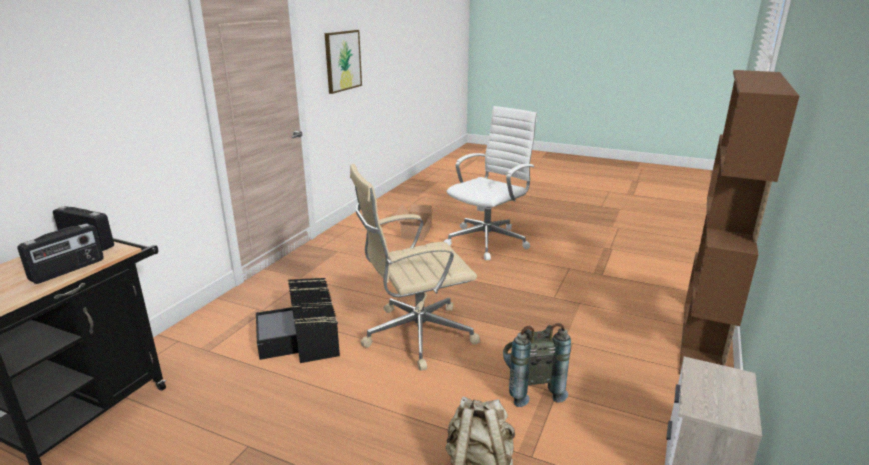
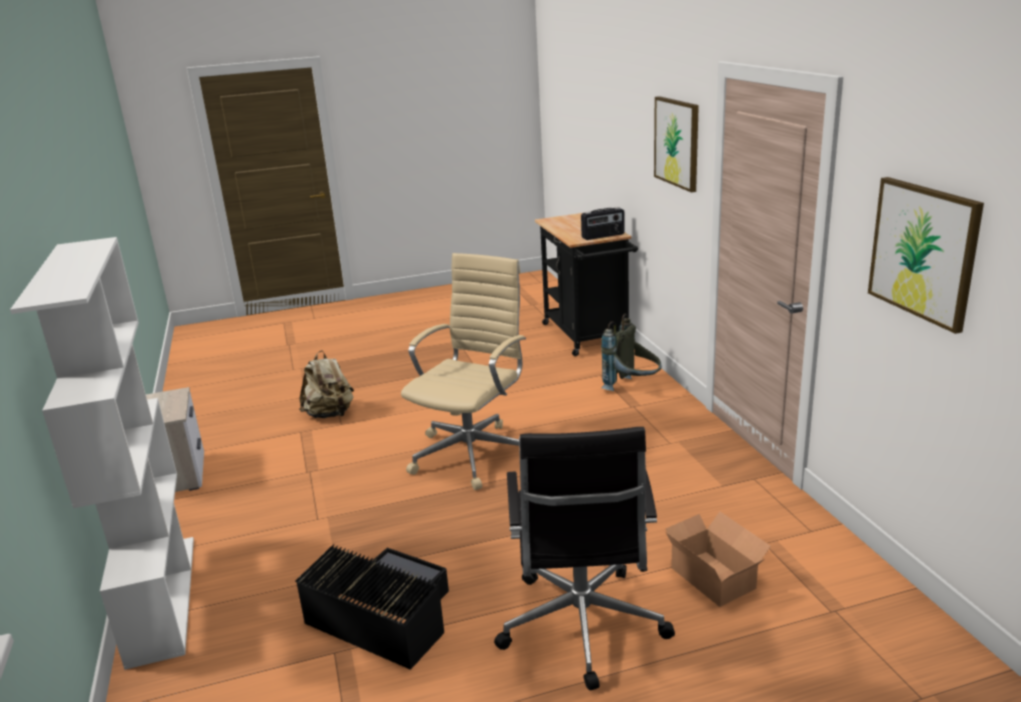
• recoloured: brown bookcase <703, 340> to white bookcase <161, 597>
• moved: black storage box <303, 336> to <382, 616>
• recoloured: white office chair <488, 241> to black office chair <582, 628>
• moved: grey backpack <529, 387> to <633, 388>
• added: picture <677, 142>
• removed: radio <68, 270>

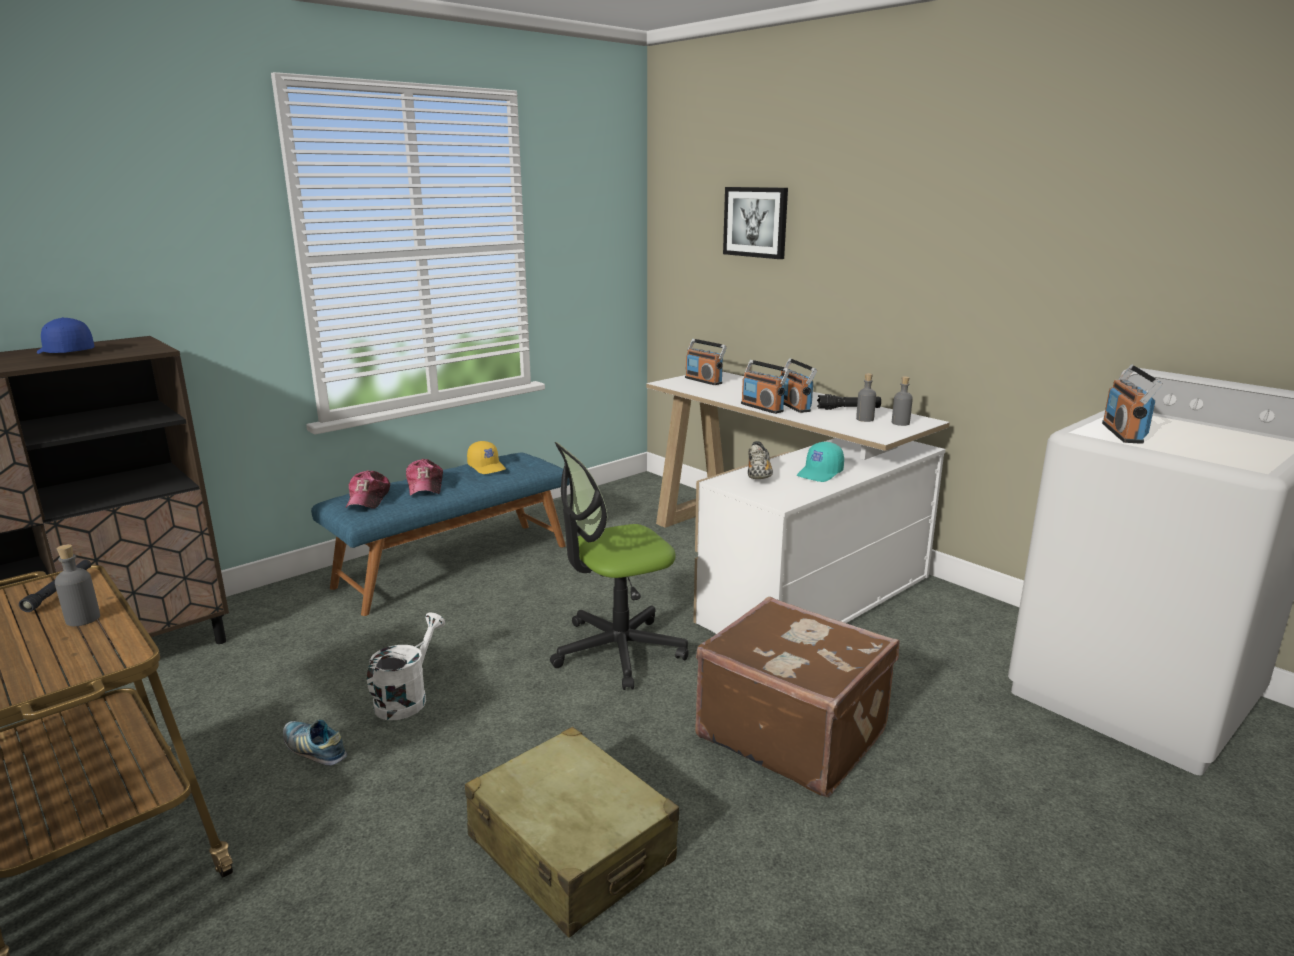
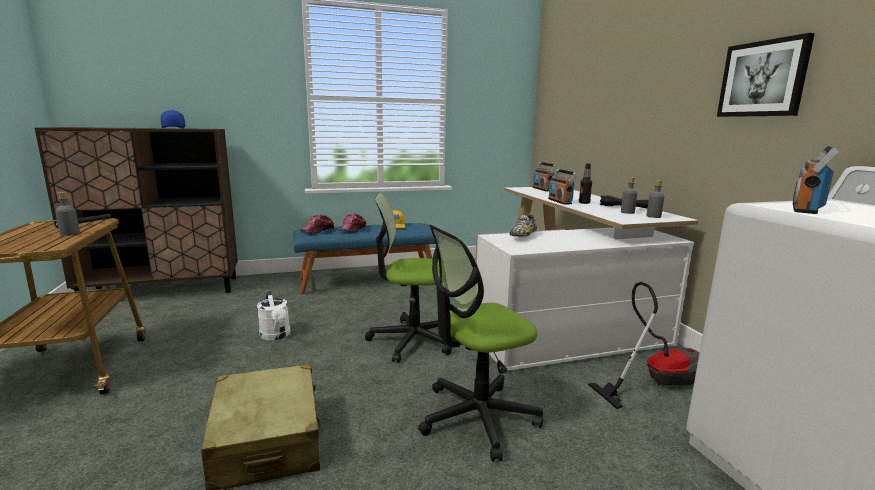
• turned: white watering can <406, 698> = <276, 336> 105 degrees clockwise
• replaced: brown suitcase <792, 732> to office chair <477, 417>
• replaced: radio <794, 406> to bottle <584, 203>
• added: vacuum cleaner <657, 381>
• moved: picture <756, 222> to <763, 79>
• removed: shoe <314, 749>
• removed: turquoise cap <820, 474>

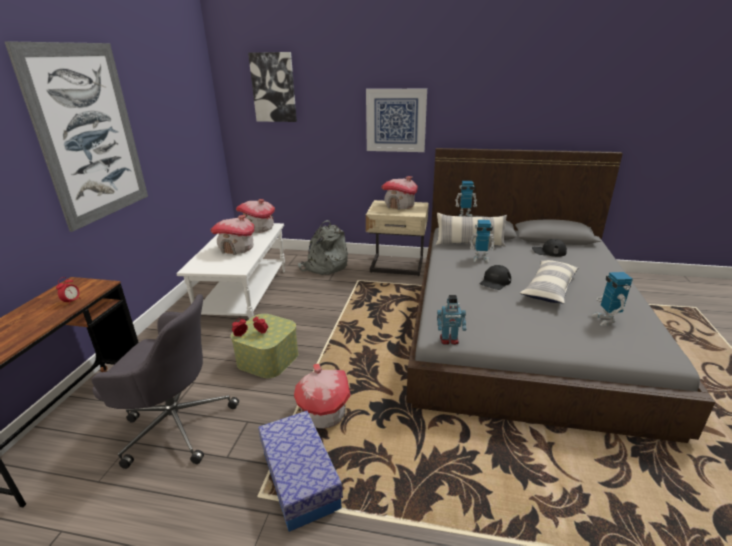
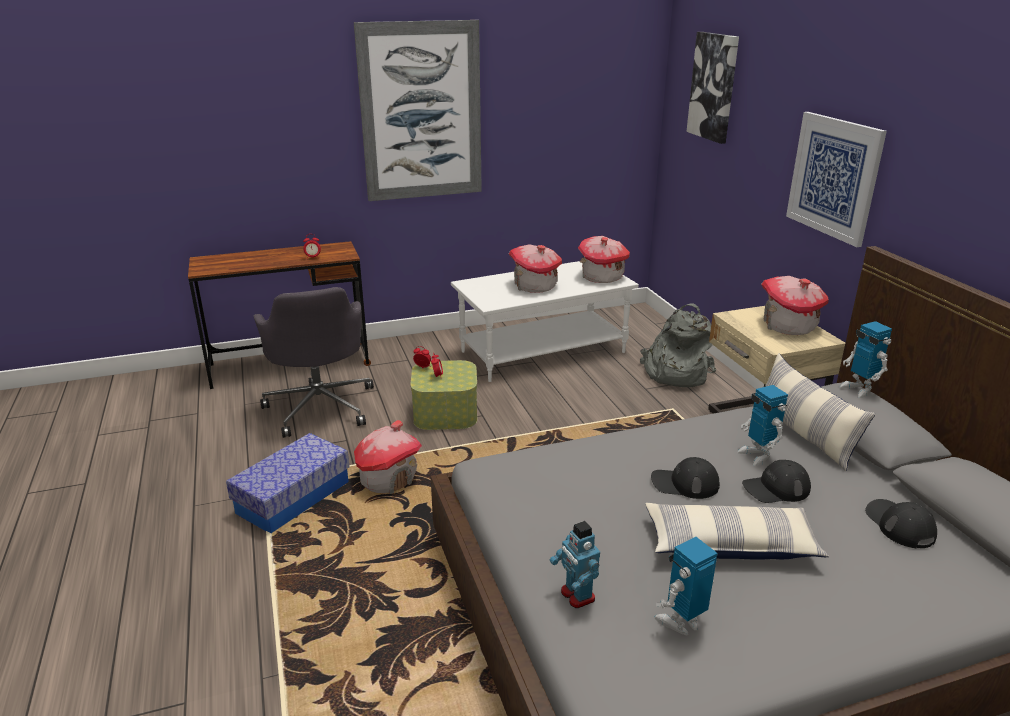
• moved: toy robot <449, 340> to <577, 595>
• added: black cap <776, 488>

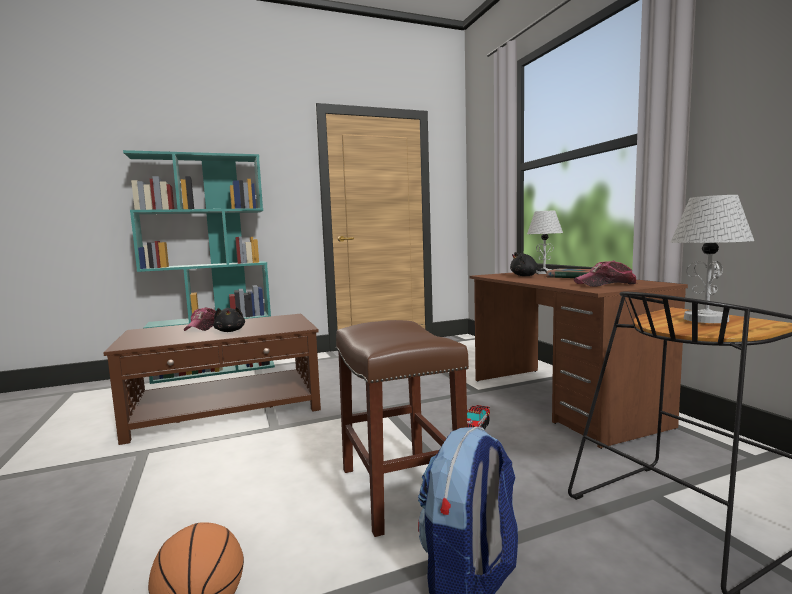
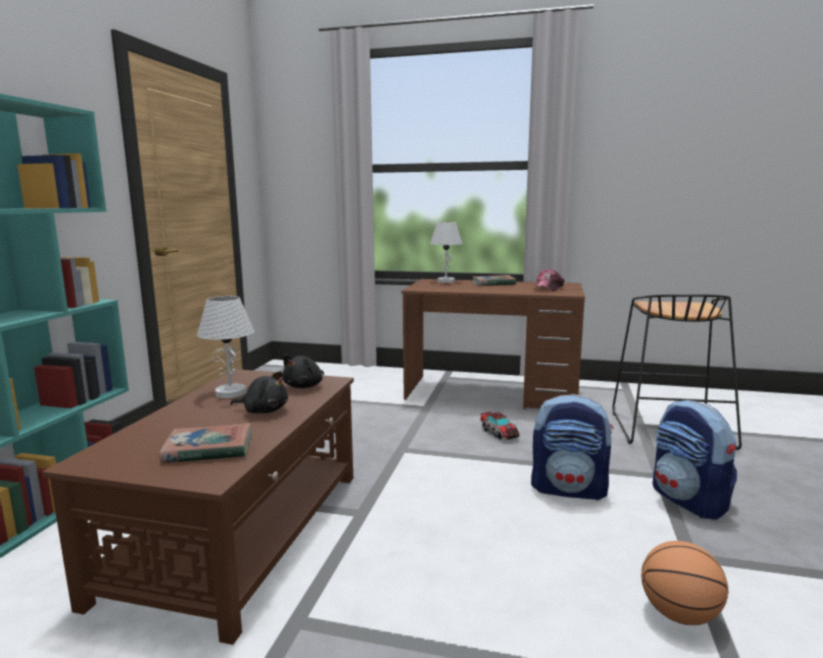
• added: book <208, 449>
• moved: white table lamp <706, 319> to <231, 393>
• moved: black plush toy <526, 276> to <304, 386>
• replaced: brown stool <402, 490> to backpack <569, 489>
• removed: cap <204, 327>

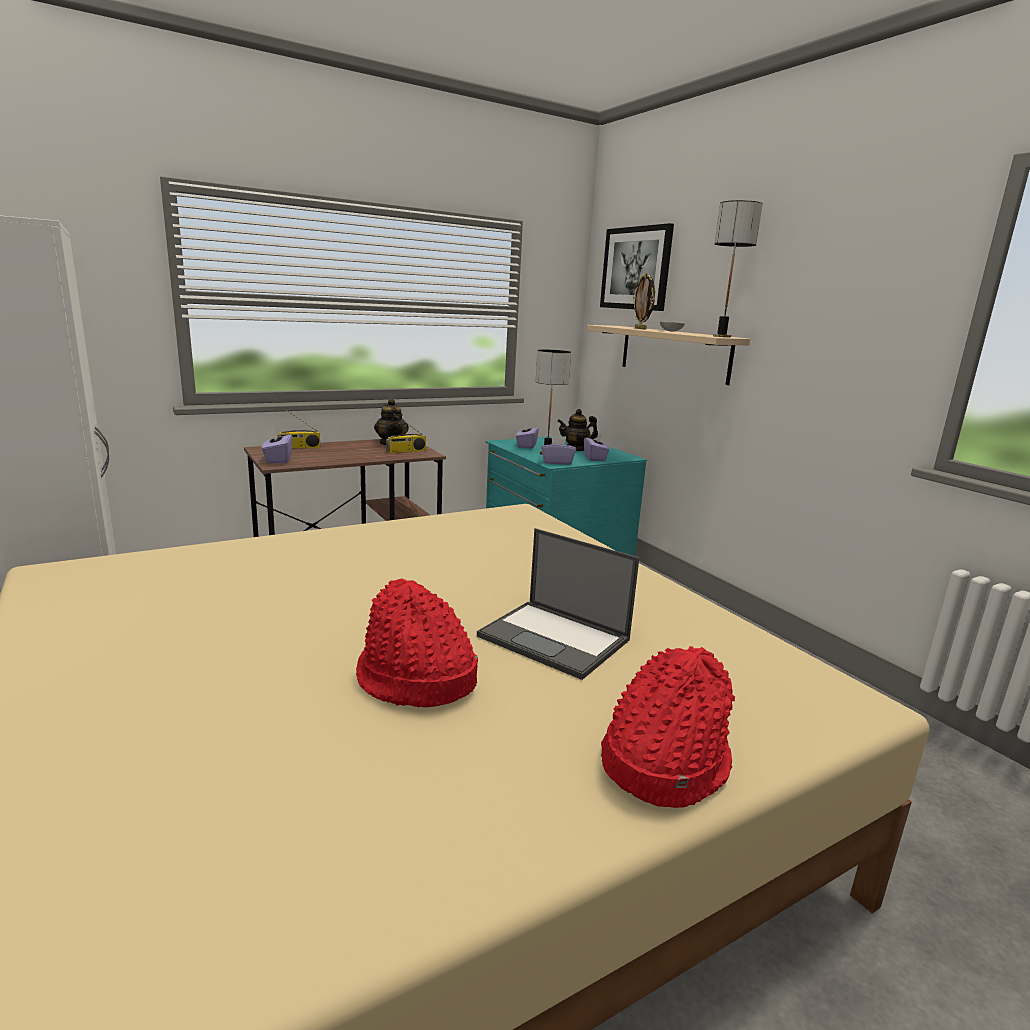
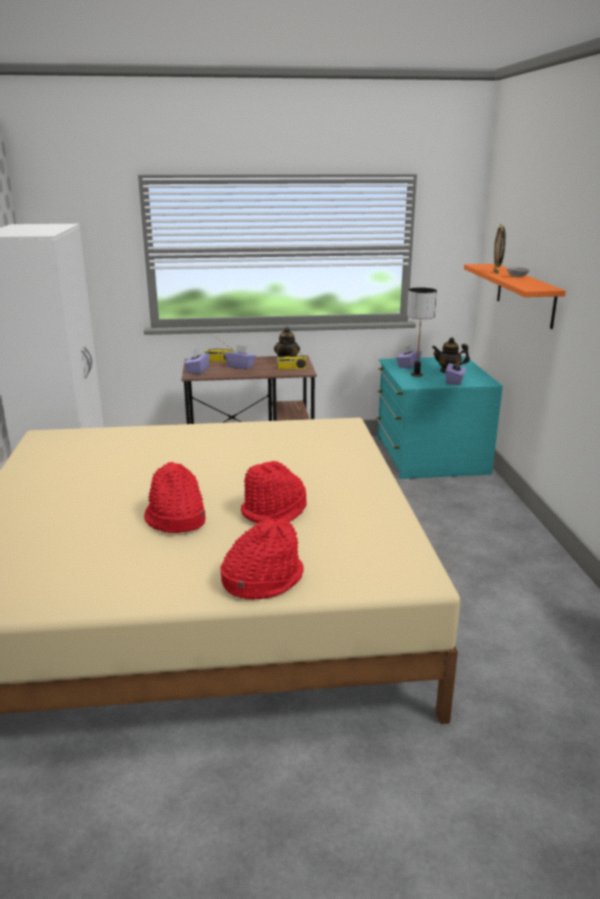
• moved: purple tissue box <557, 462> to <241, 366>
• replaced: laptop <555, 638> to red hat <274, 511>
• recoloured: beige shelf <674, 353> to orange shelf <525, 294>
• removed: picture <636, 268>
• removed: table lamp <722, 336>

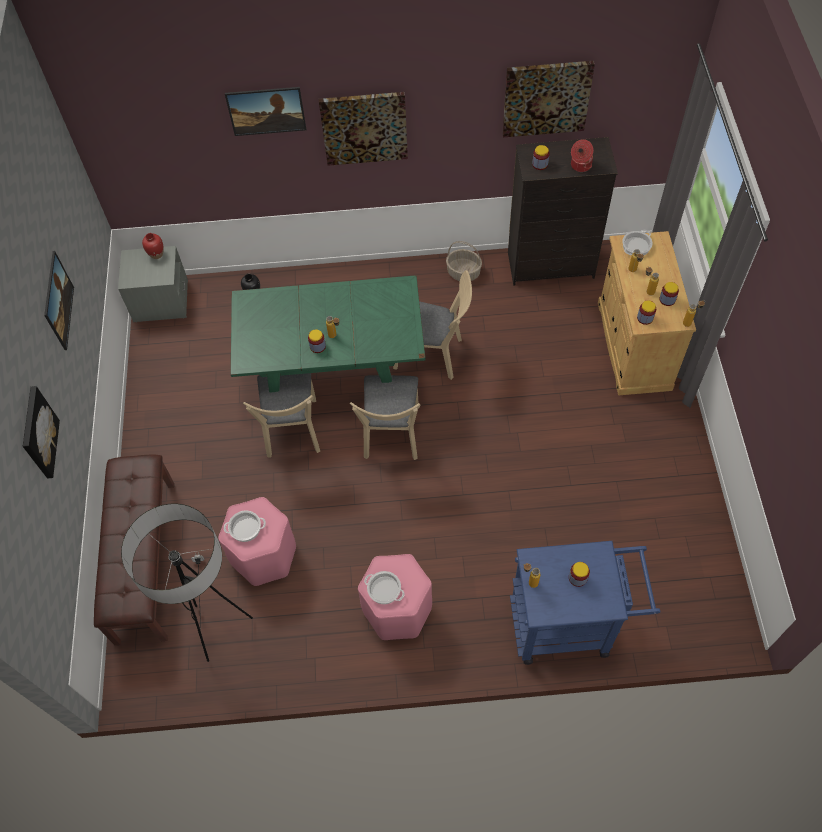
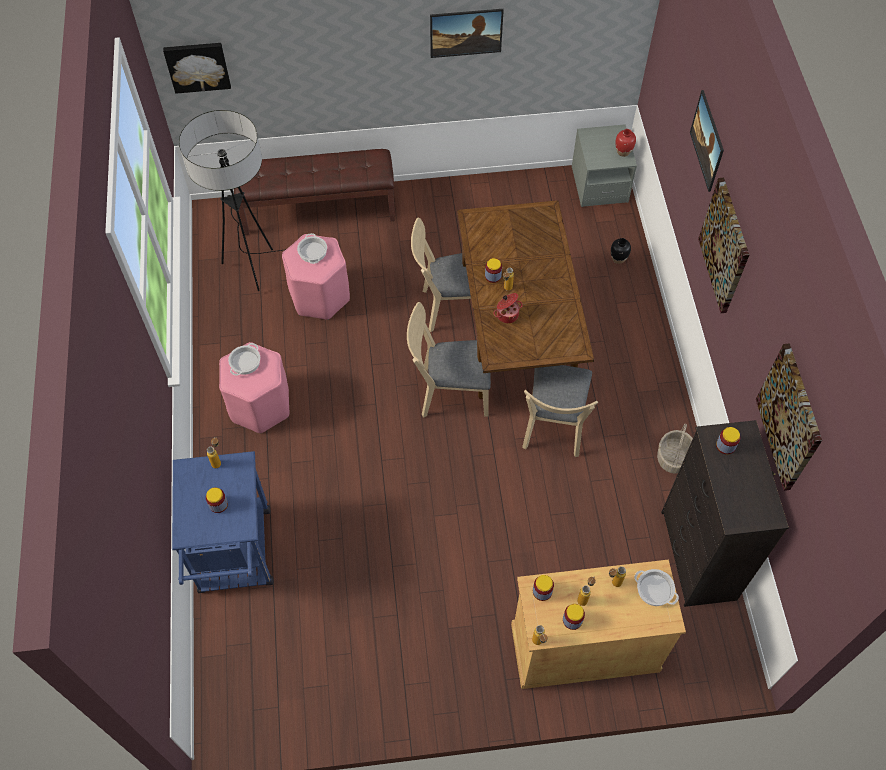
• moved: picture <38, 433> to <197, 66>
• recoloured: green dining table <335, 379> to brown dining table <516, 339>
• moved: cooking pot <580, 165> to <507, 314>

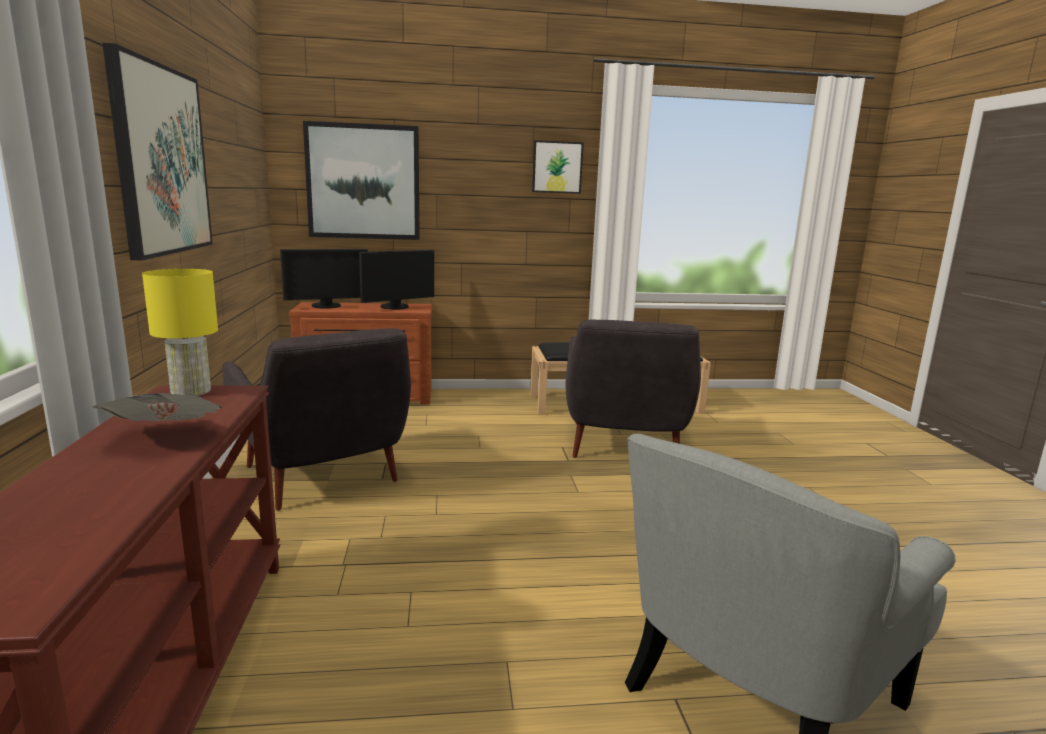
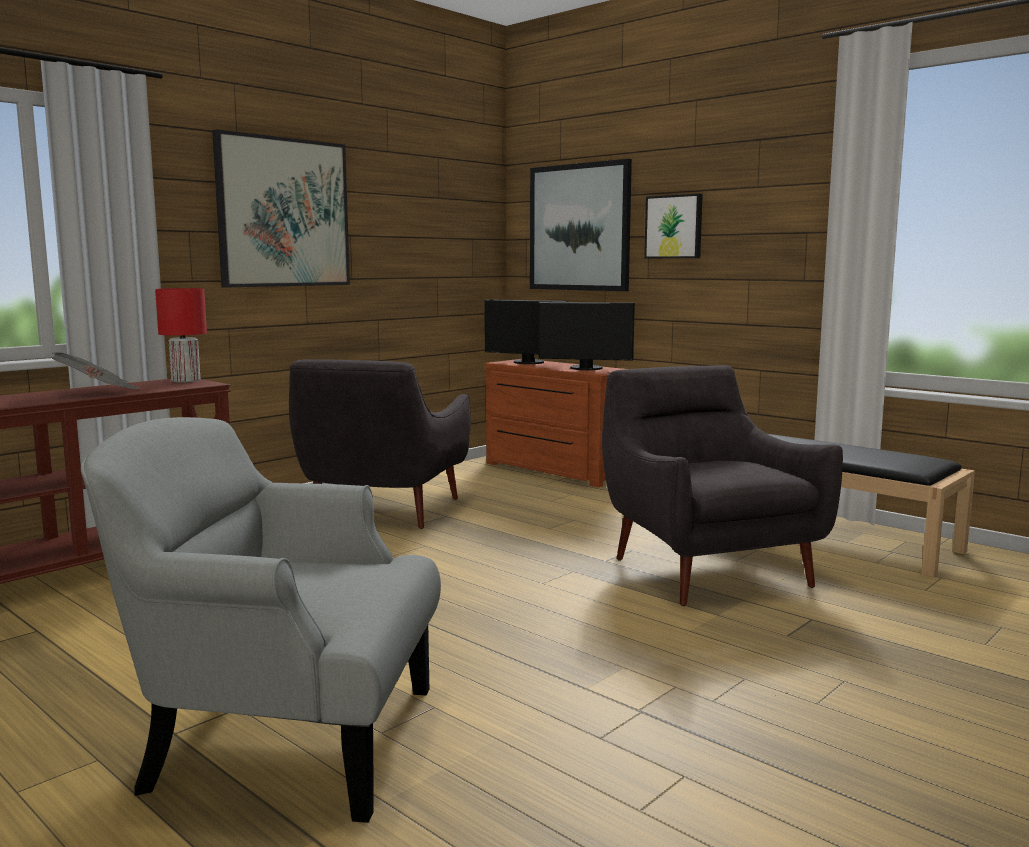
• recoloured: yellow table lamp <192, 392> to red table lamp <185, 380>
• turned: grey armchair <623, 445> = <705, 569> 105 degrees clockwise
• moved: picture <557, 167> to <674, 227>

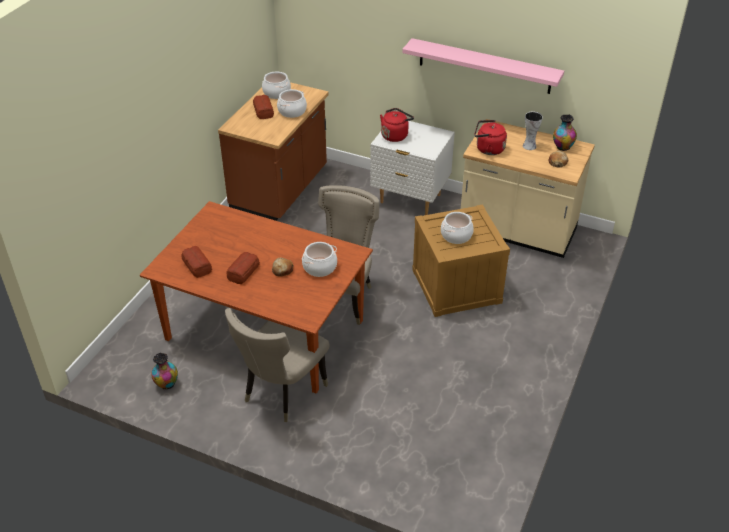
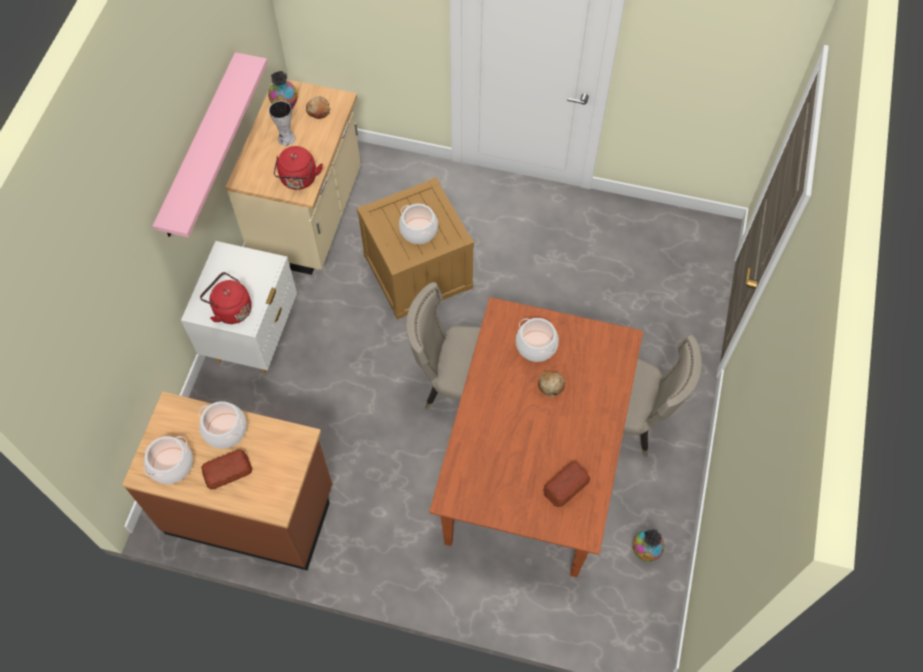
• removed: bread <243, 272>

